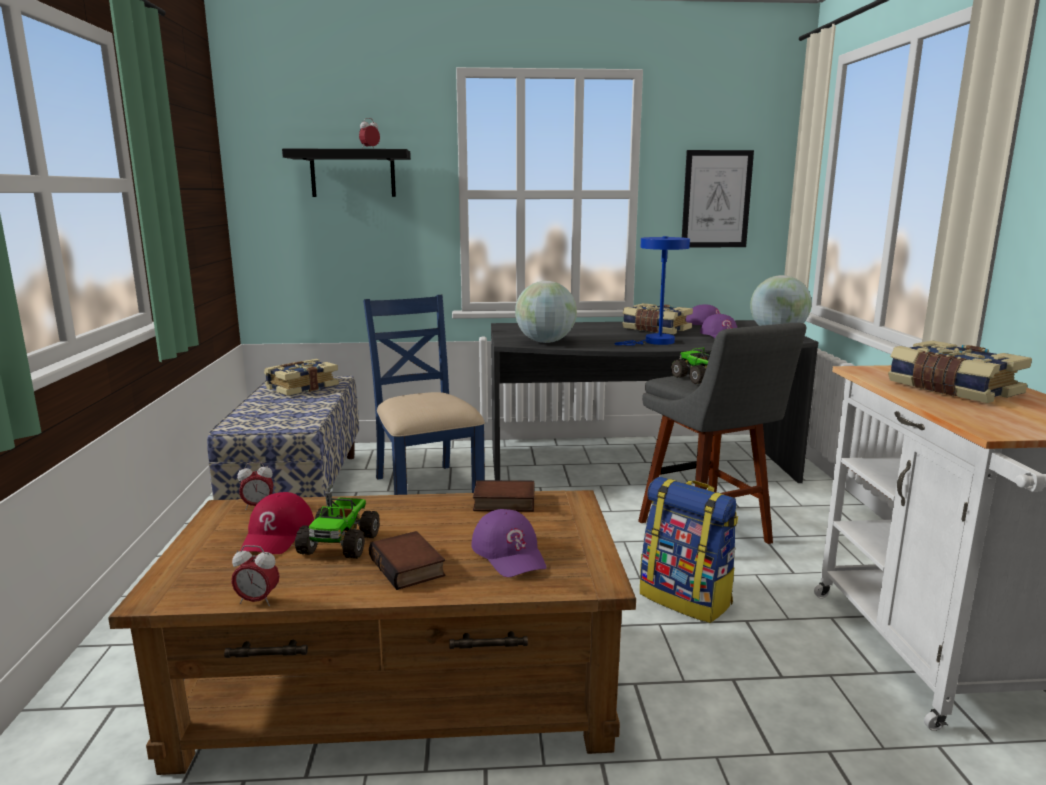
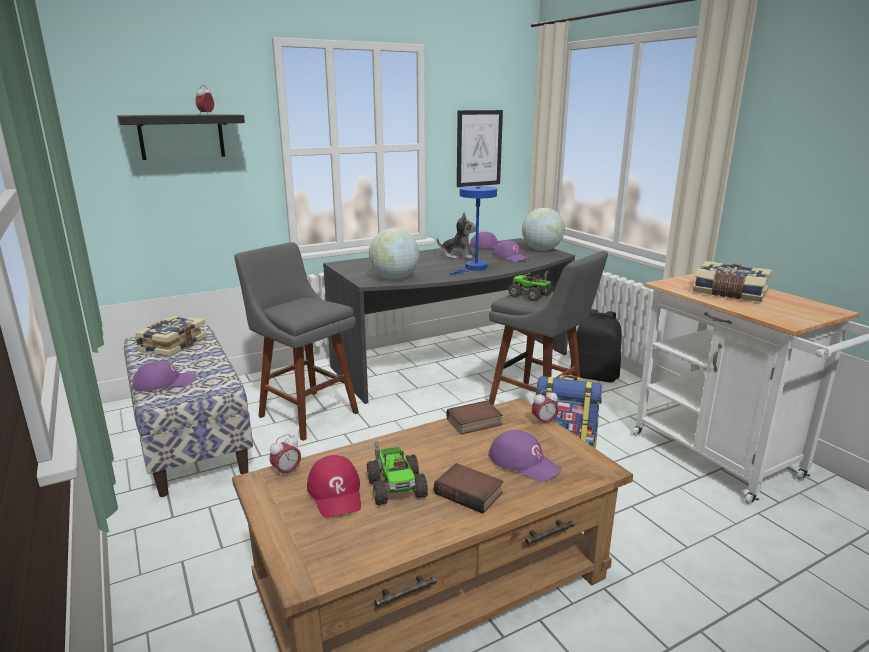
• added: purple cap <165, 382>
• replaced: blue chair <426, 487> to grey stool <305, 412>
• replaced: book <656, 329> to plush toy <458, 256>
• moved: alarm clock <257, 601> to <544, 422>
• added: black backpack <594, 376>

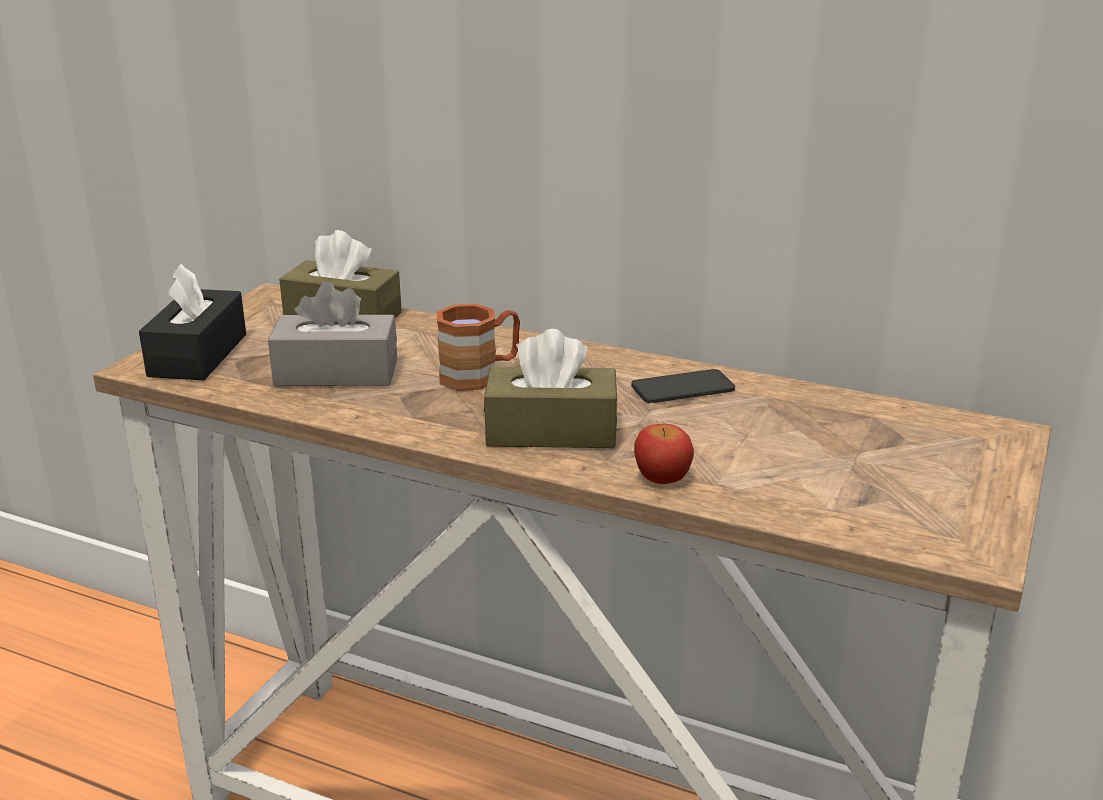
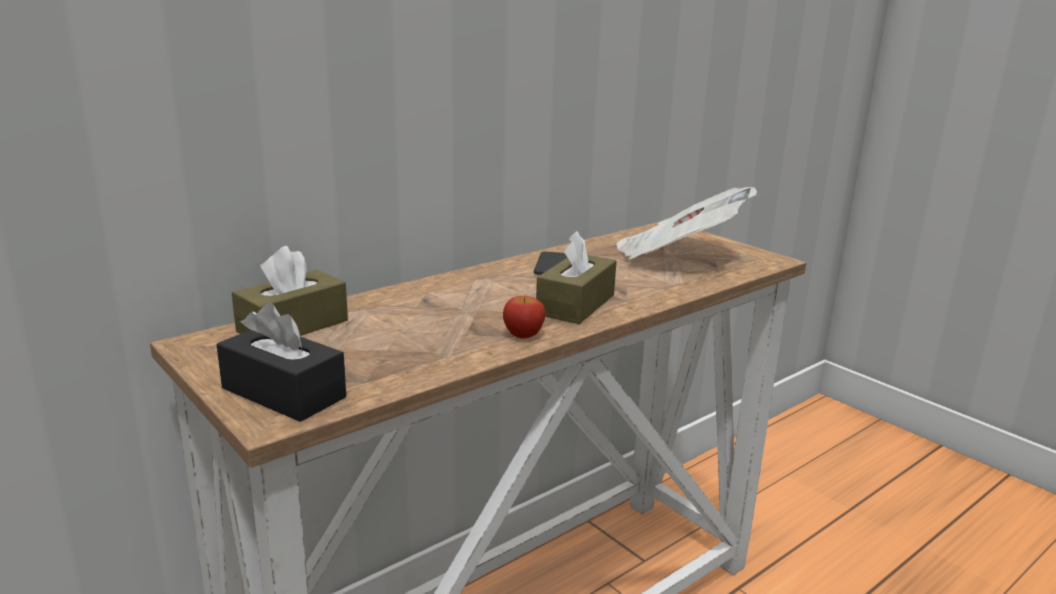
• moved: apple <661, 478> to <523, 335>
• added: newspaper <677, 257>
• removed: grey tissue box <336, 373>
• removed: brown mug <480, 374>

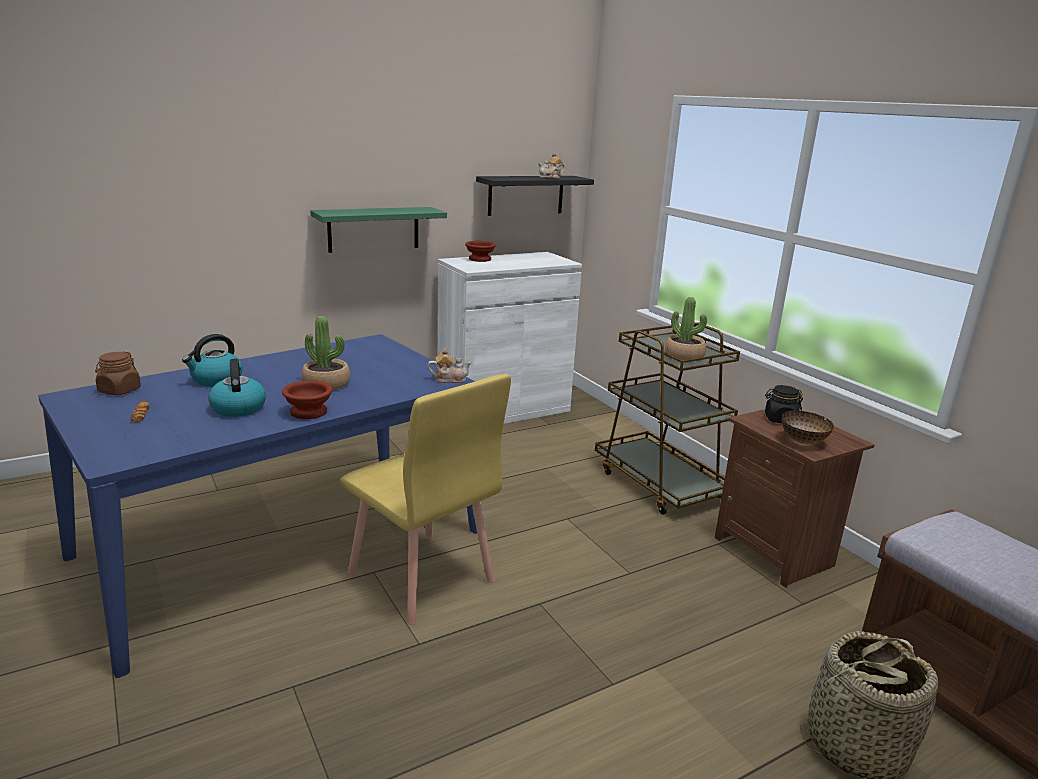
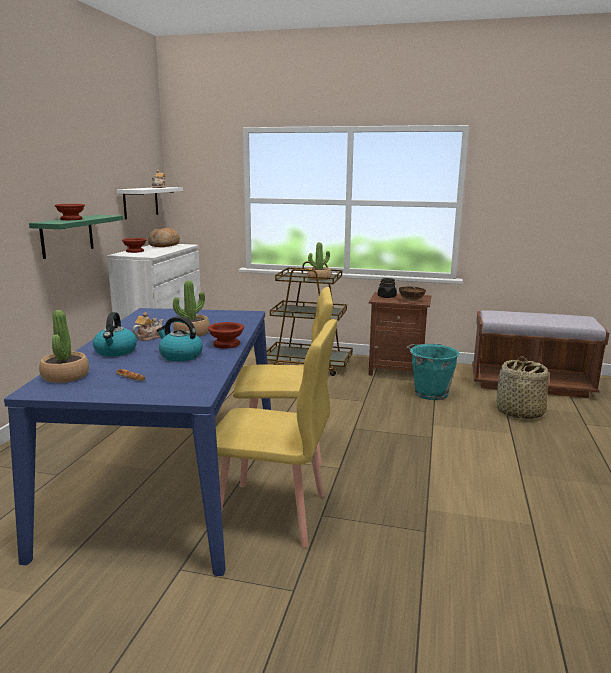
• replaced: brown jar <119, 390> to potted plant <65, 376>
• added: brown bowl <71, 219>
• recoloured: black shelf <526, 195> to white shelf <141, 202>
• moved: teapot <449, 379> to <149, 337>
• added: bread <164, 245>
• added: yellow chair <272, 514>
• added: turquoise bucket <429, 393>

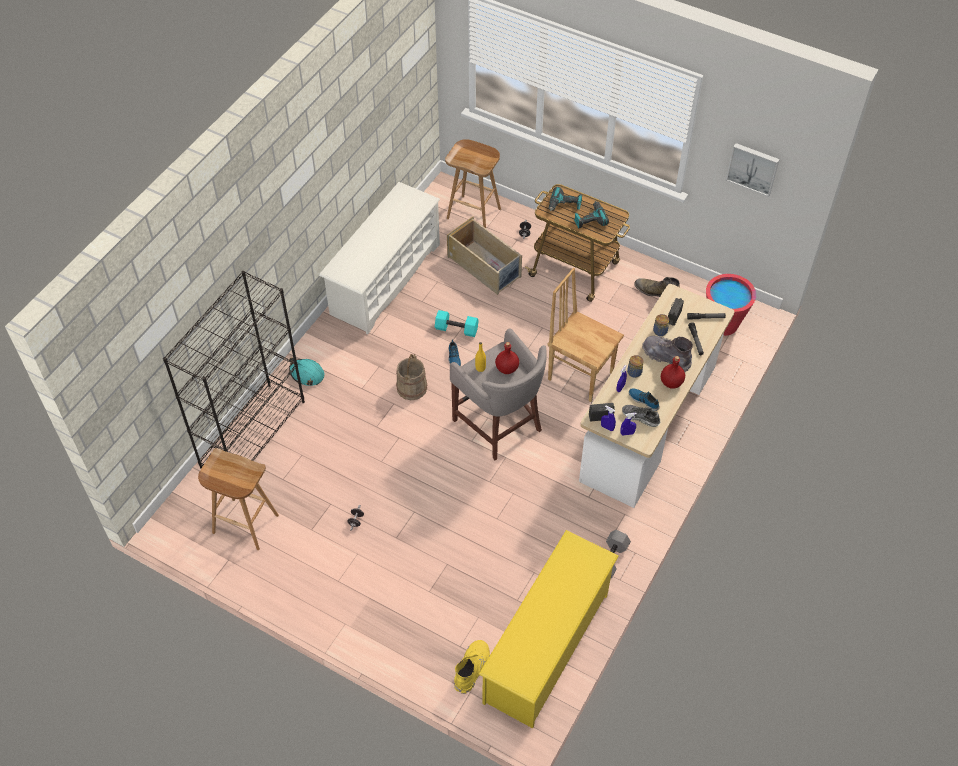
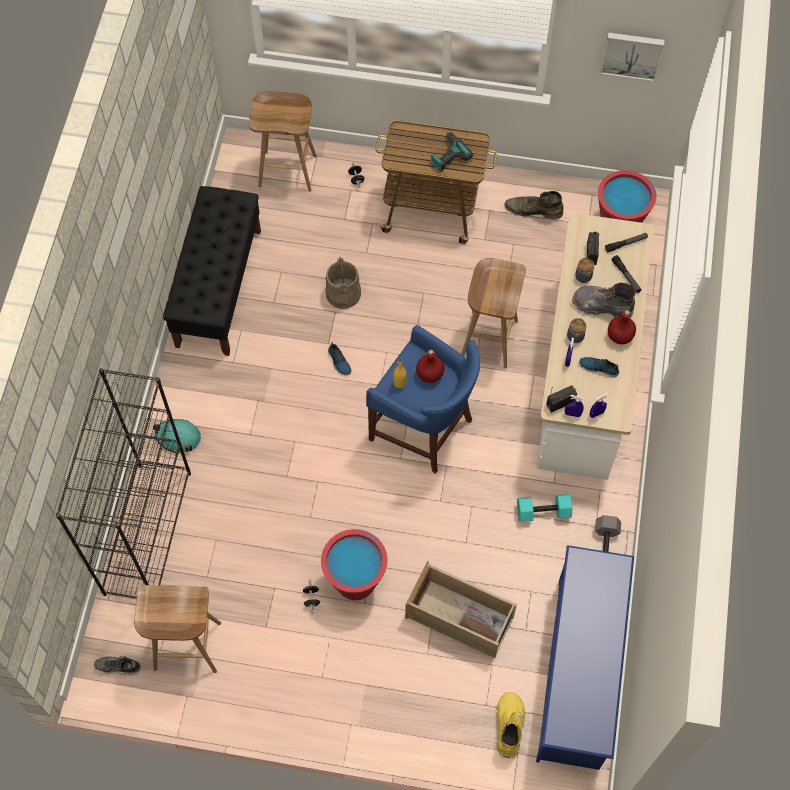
• moved: shoe <640, 417> to <118, 667>
• replaced: white shoe rack <385, 279> to black bench <219, 287>
• added: red bucket <355, 581>
• moved: beige bucket <411, 387> to <343, 293>
• recoloured: grey stool <500, 426> to blue stool <424, 429>
• moved: beige storage box <485, 267> to <460, 617>
• replaced: brown chair <580, 375> to brown stool <488, 338>
• moved: turquoise dumbbell <457, 329> to <543, 511>
• recoloured: yellow shoe rack <547, 647> to blue shoe rack <578, 673>
• removed: power drill <564, 205>

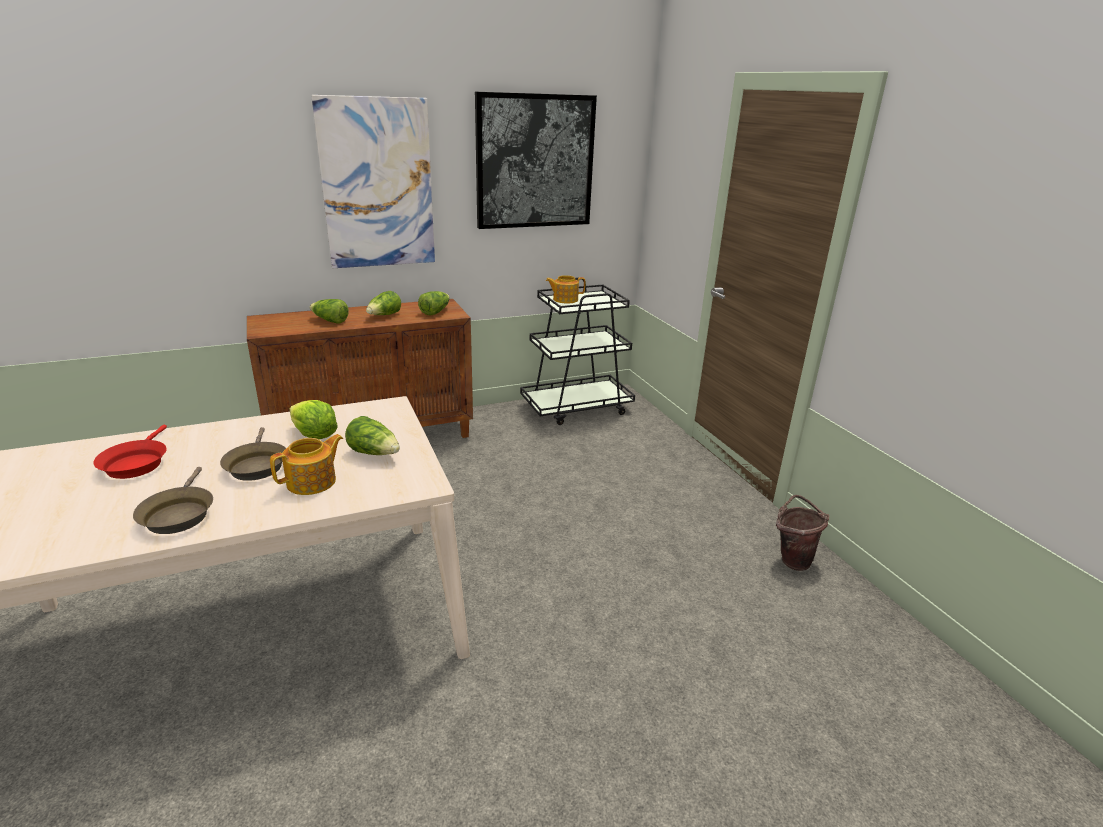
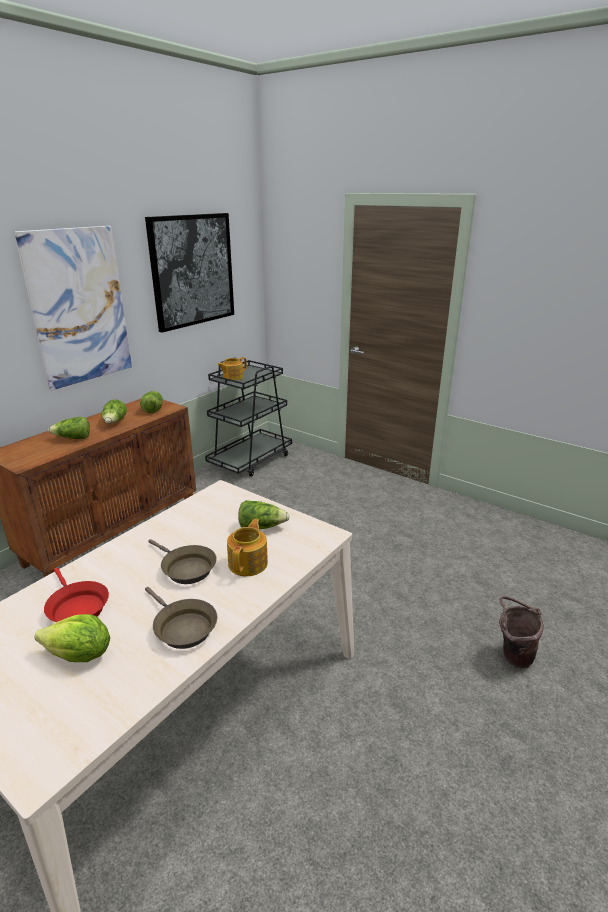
• moved: lettuce <314, 436> to <79, 656>
• moved: brown bucket <792, 559> to <512, 655>

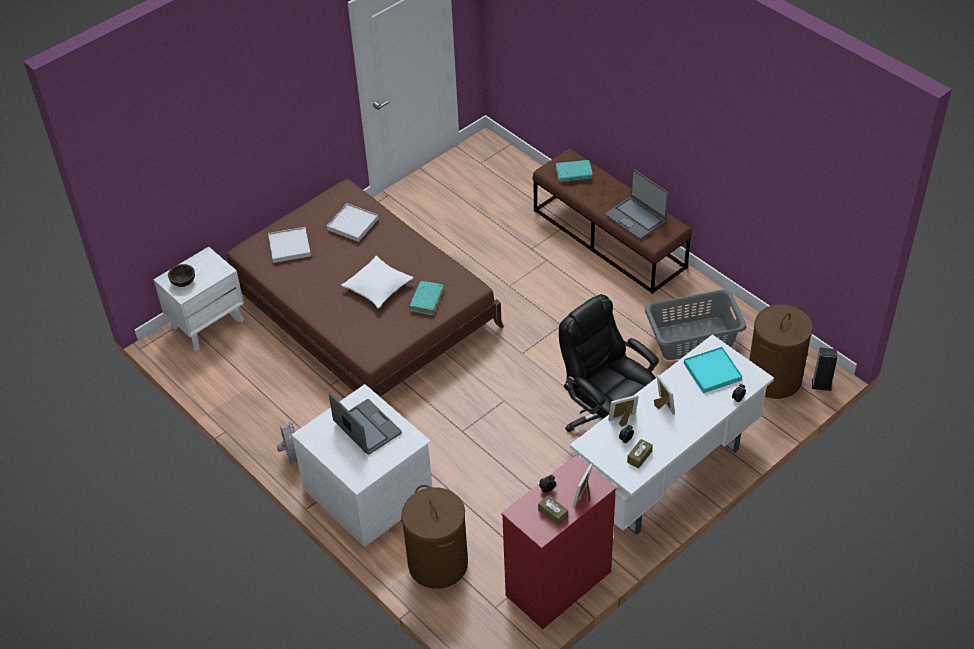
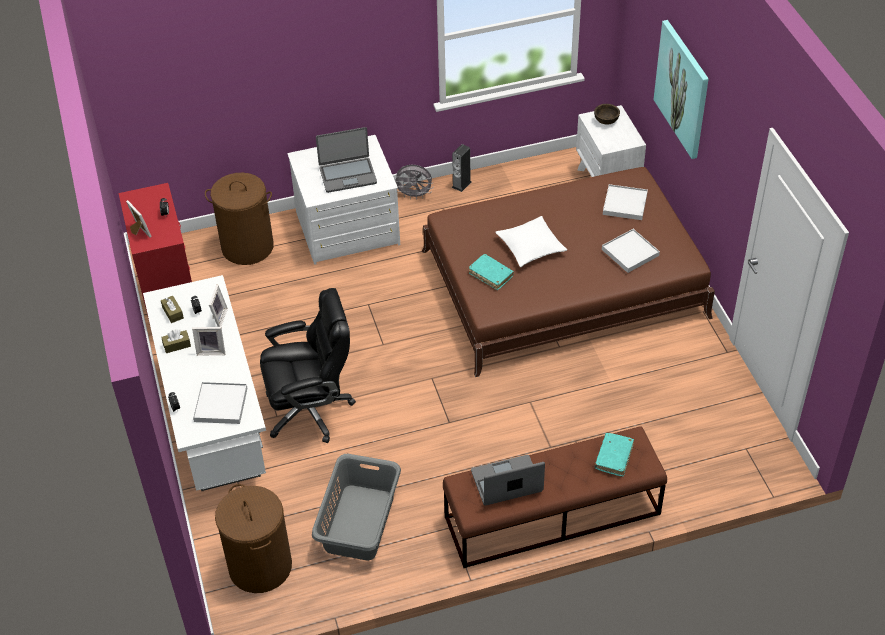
• moved: brown tissue box <553, 513> to <177, 345>
• recoloured: turquoise tray <712, 371> to white tray <220, 405>
• moved: speaker <821, 384> to <461, 184>
• added: picture <683, 88>

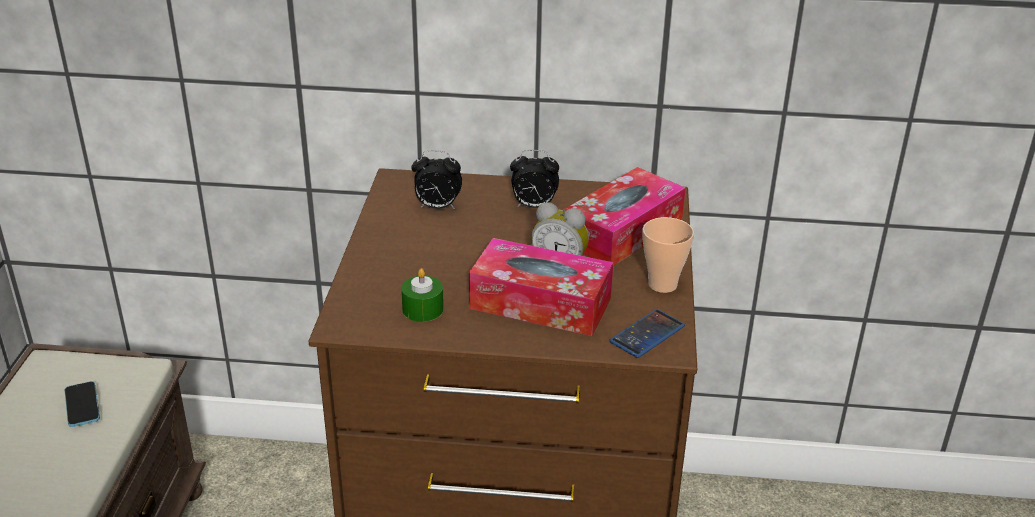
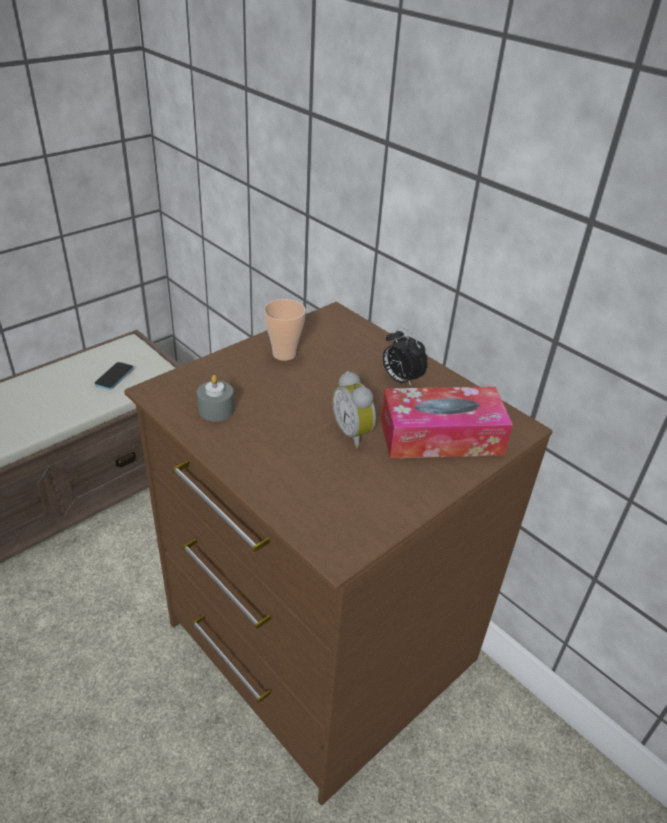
• recoloured: green candle <422, 309> to grey candle <216, 410>
• moved: cup <662, 284> to <284, 354>
• removed: alarm clock <437, 207>
• removed: tissue box <540, 303>
• removed: phone <647, 334>

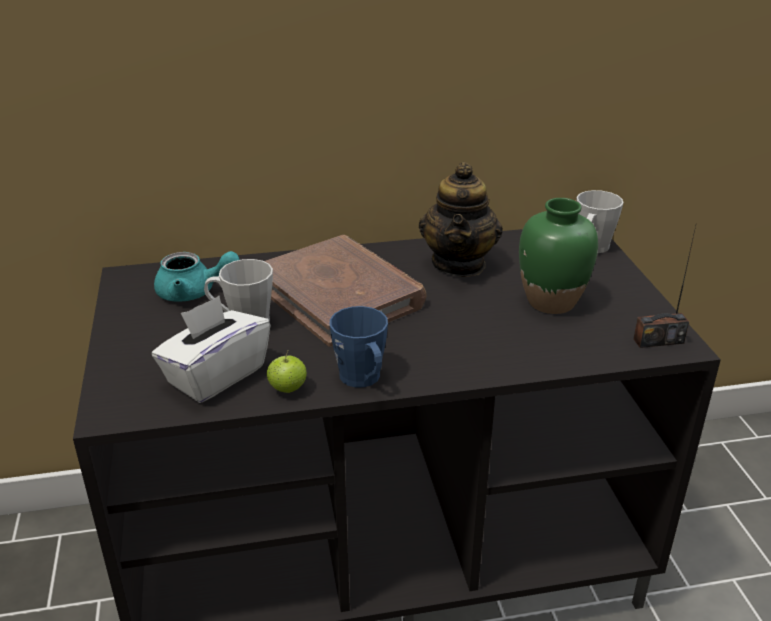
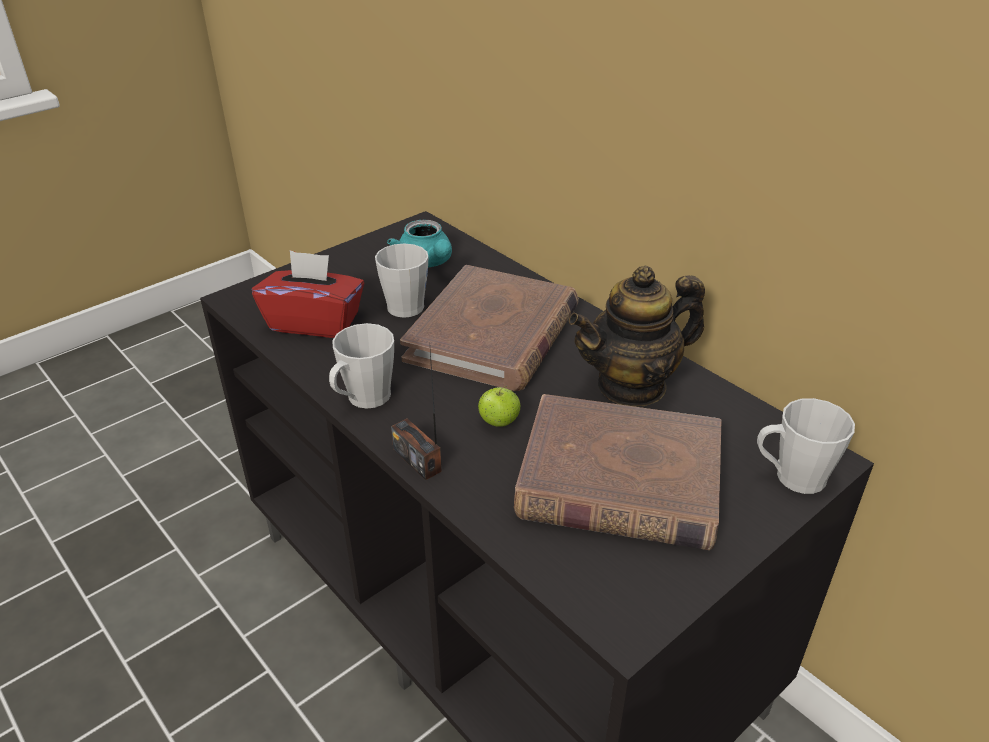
• recoloured: white tissue box <215, 375> to red tissue box <315, 322>
• recoloured: blue mug <363, 379> to grey mug <363, 399>
• moved: radio <658, 340> to <417, 460>
• moved: apple <287, 389> to <499, 422>
• replaced: green vase <550, 302> to brown book <619, 479>

